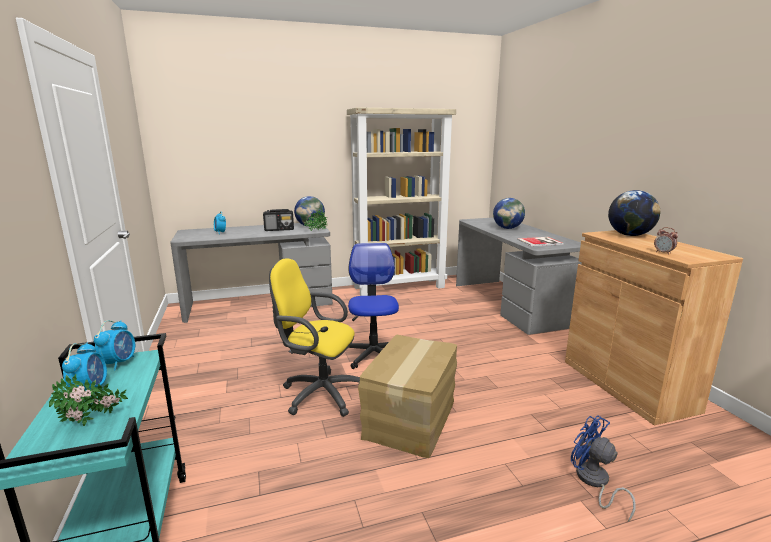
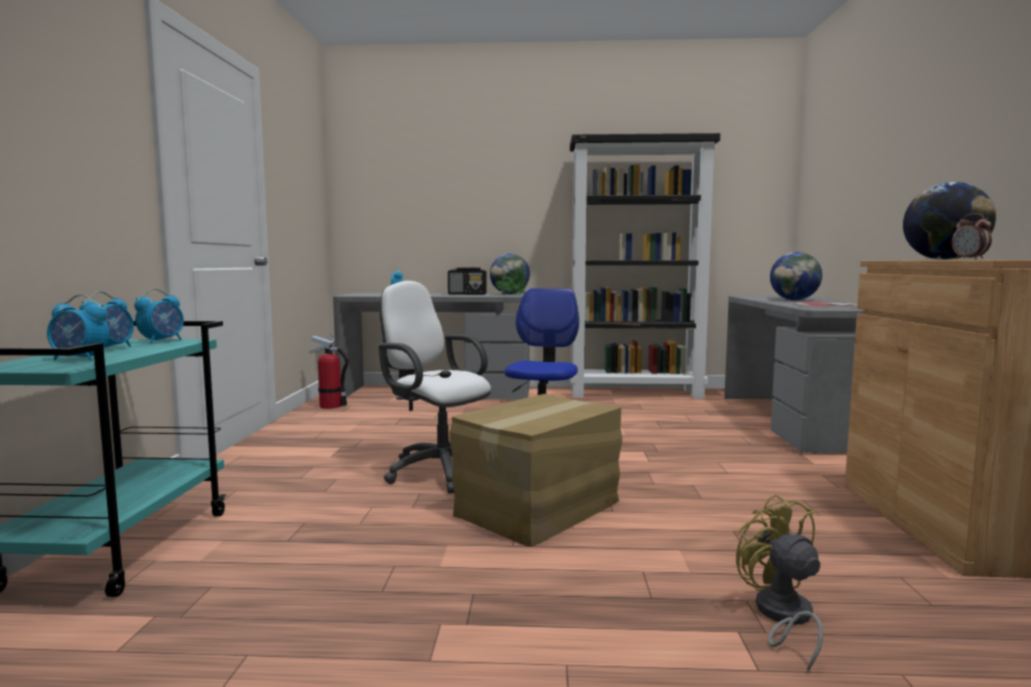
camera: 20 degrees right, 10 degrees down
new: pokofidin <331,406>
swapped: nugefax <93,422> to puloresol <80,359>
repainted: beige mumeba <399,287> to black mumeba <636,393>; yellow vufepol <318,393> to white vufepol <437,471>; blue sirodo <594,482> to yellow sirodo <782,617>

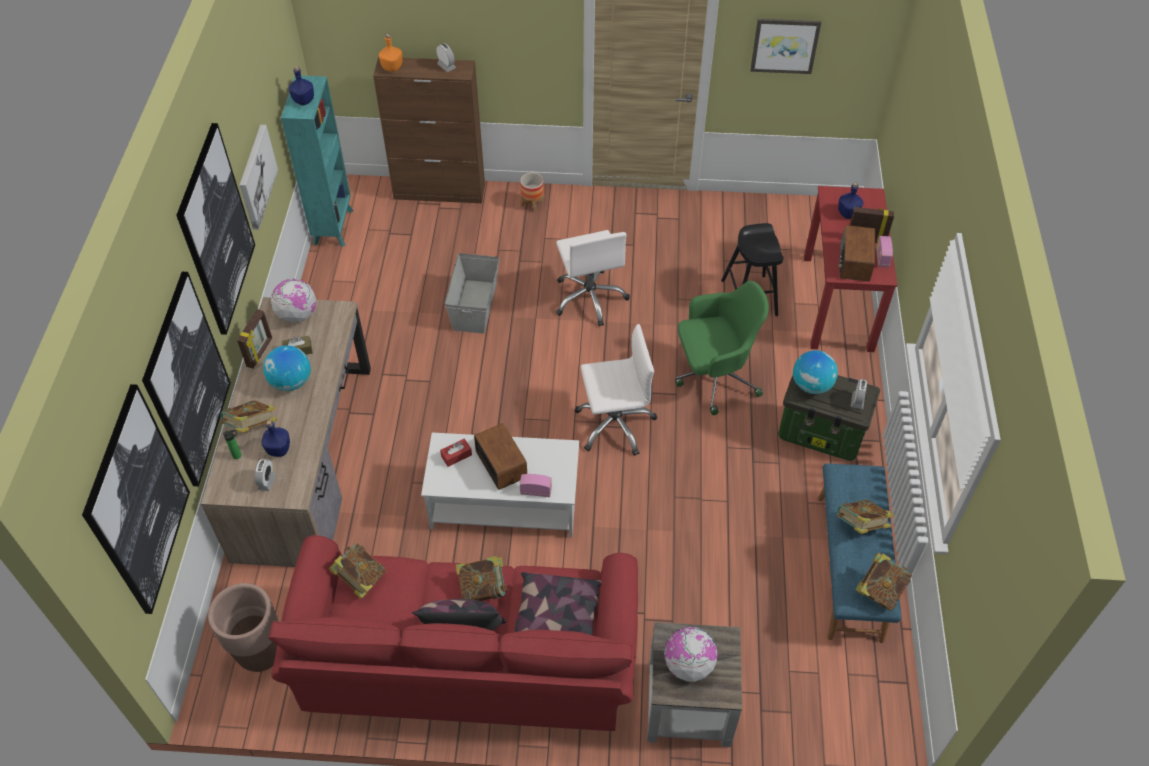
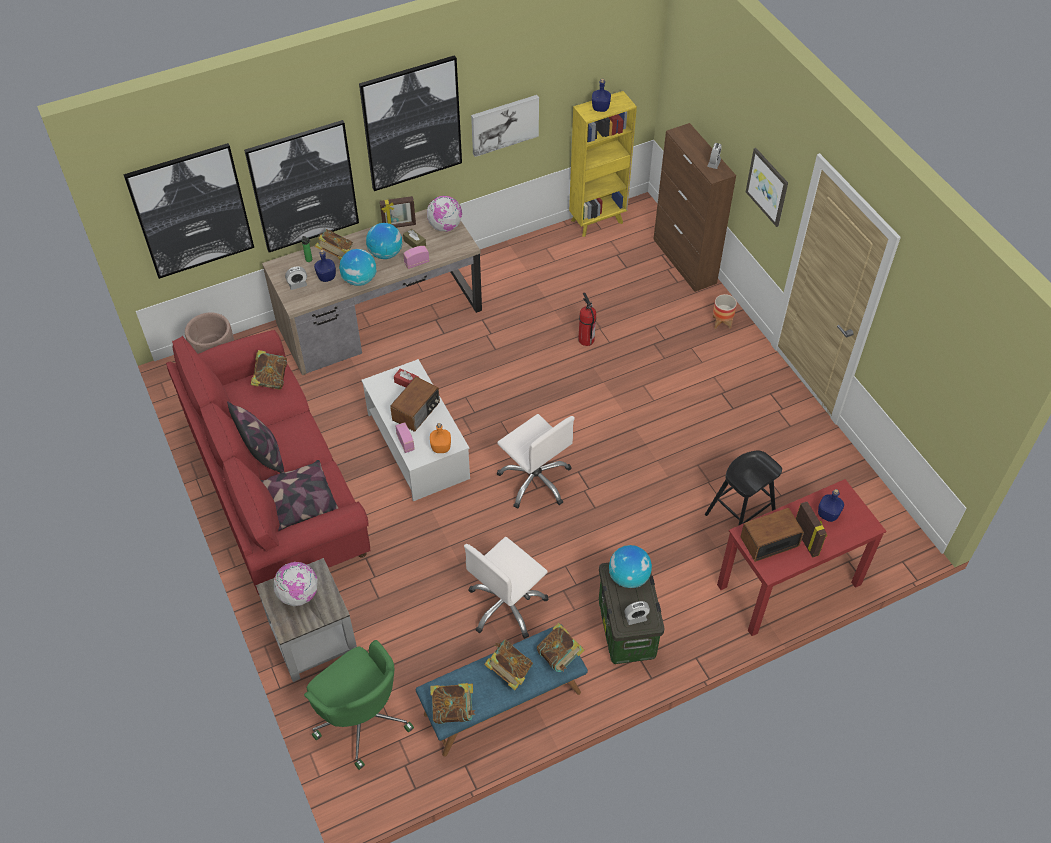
camera: 60 degrees right, 0 degrees up
new: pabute <359,280>
shifted: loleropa <784,45> to <767,186>; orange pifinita <392,68> to <440,448>; white vufepol <590,298> to <506,606>; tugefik <882,258> to <416,263>; green vufepol <714,377> to <361,717>; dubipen <483,588> to <560,656>
swapped: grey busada <474,306> to pokofidin <585,339>
repainted: turquoise mumeba <334,226> to yellow mumeba <598,221>

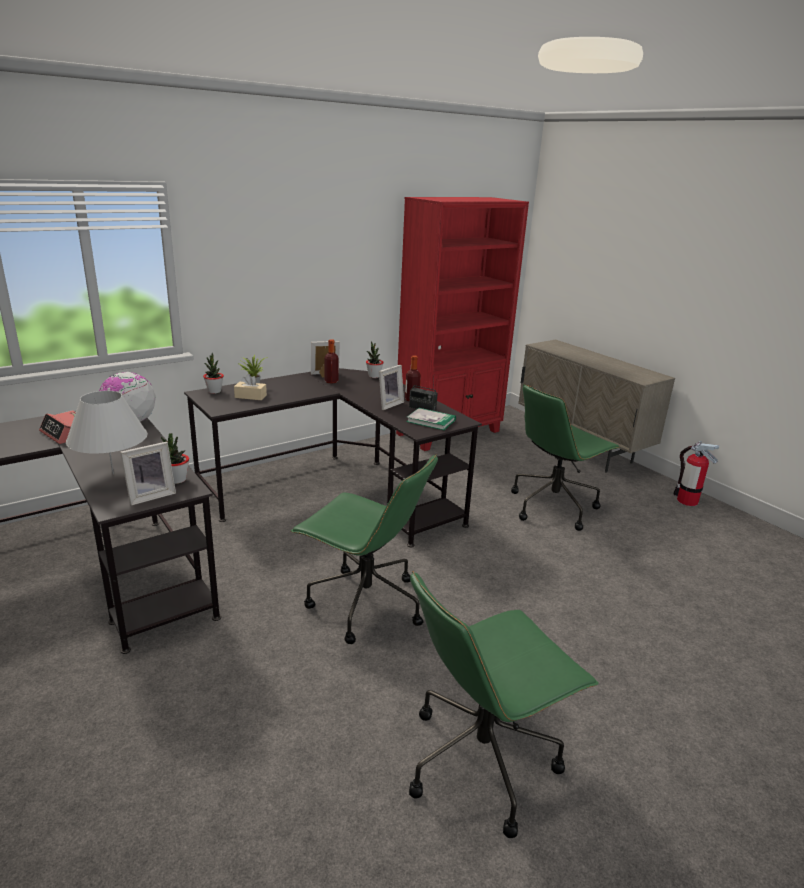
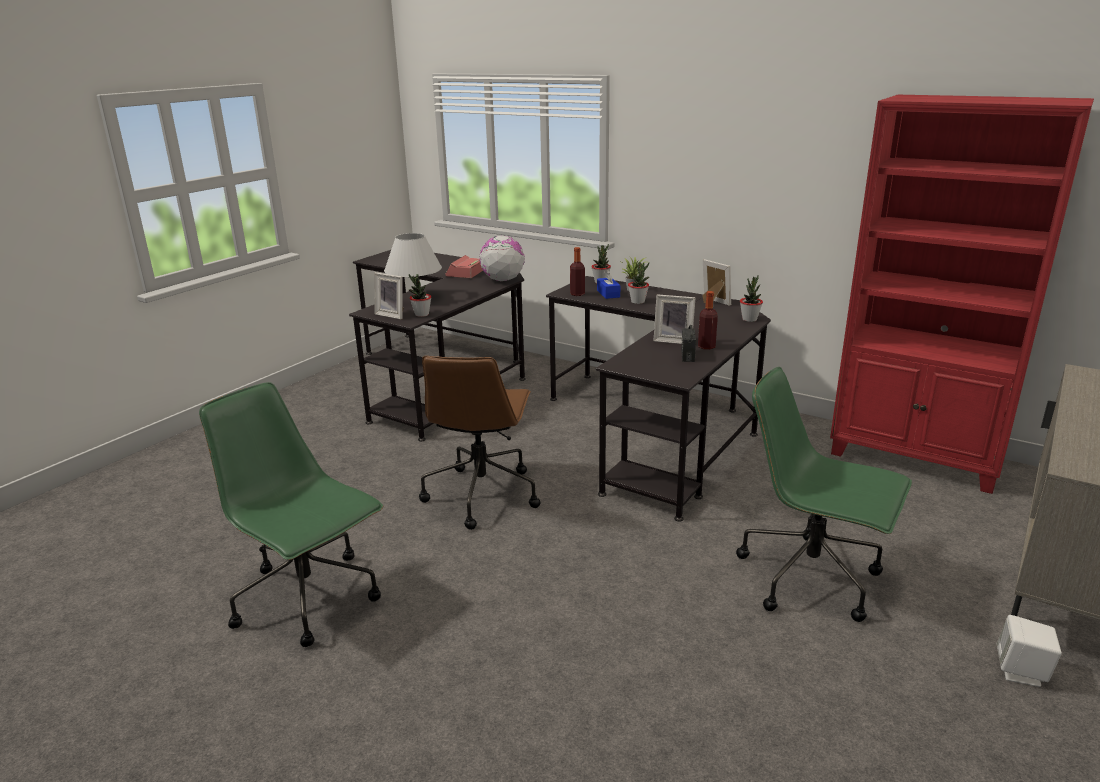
camera: 70 degrees right, 0 degrees up
gone: dubipen <431,421>; pokofidin <687,500>
new: nugefax <638,302>; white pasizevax <1021,672>
shifted: pifinita <331,381> to <577,294>
repainted: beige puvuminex <250,396> to blue puvuminex <608,294>; green vufepol <364,604> to brown vufepol <482,494>

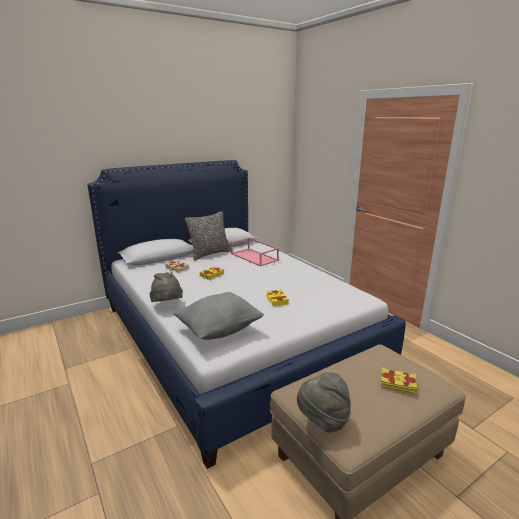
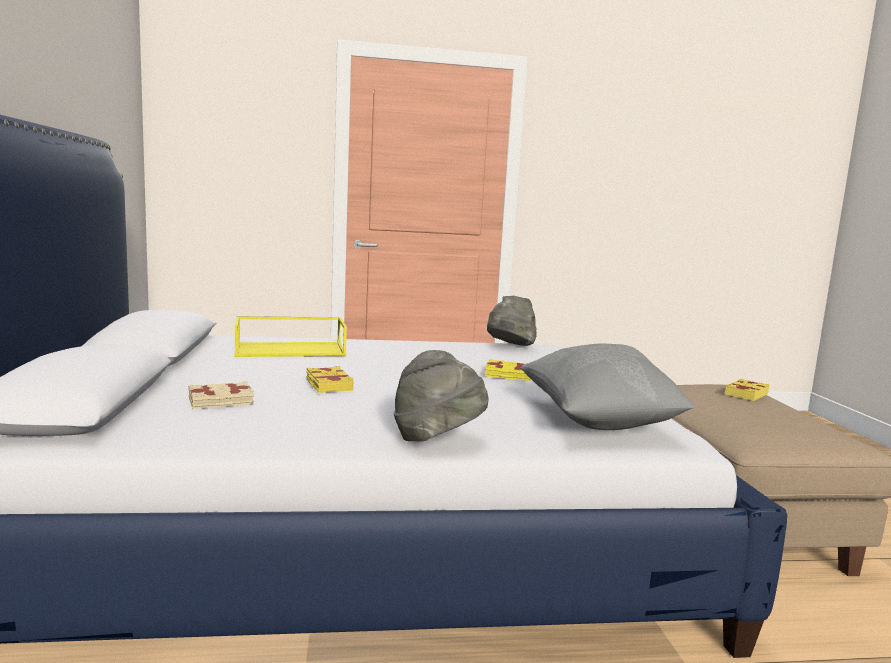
camera: 65 degrees left, 10 degrees down
gone: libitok <210,254>
shifted: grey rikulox <323,420> to <509,347>
repainted: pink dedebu <255,257> to yellow dedebu <291,350>

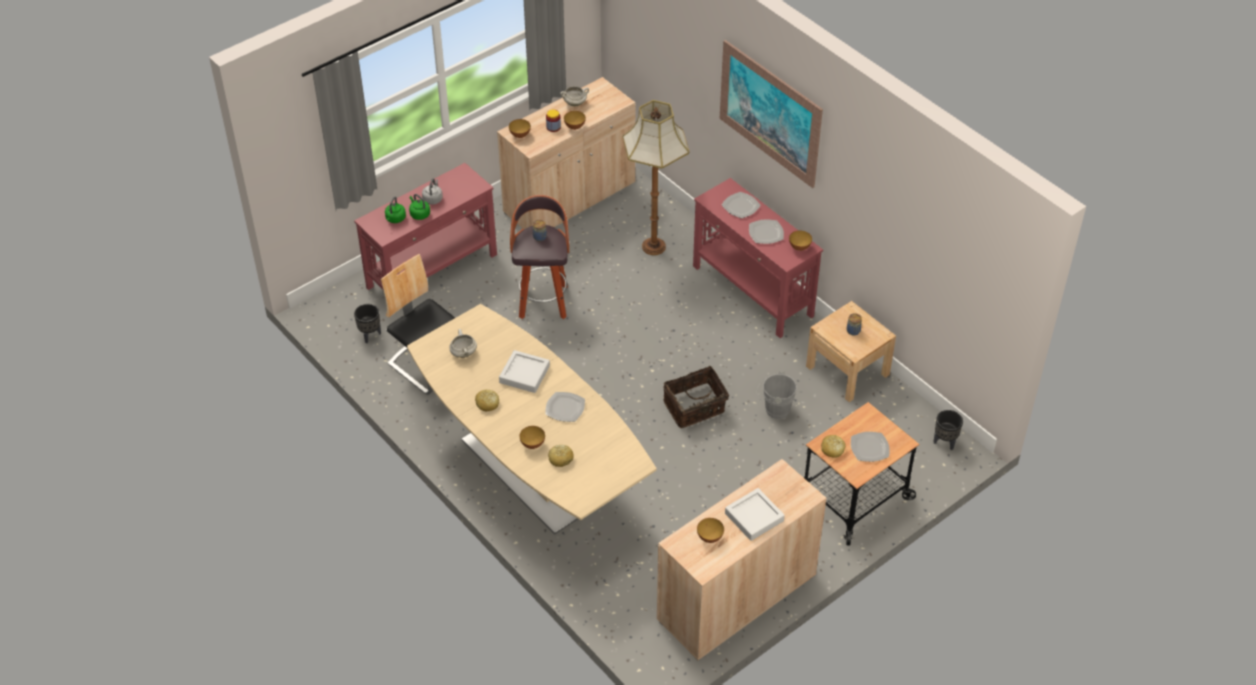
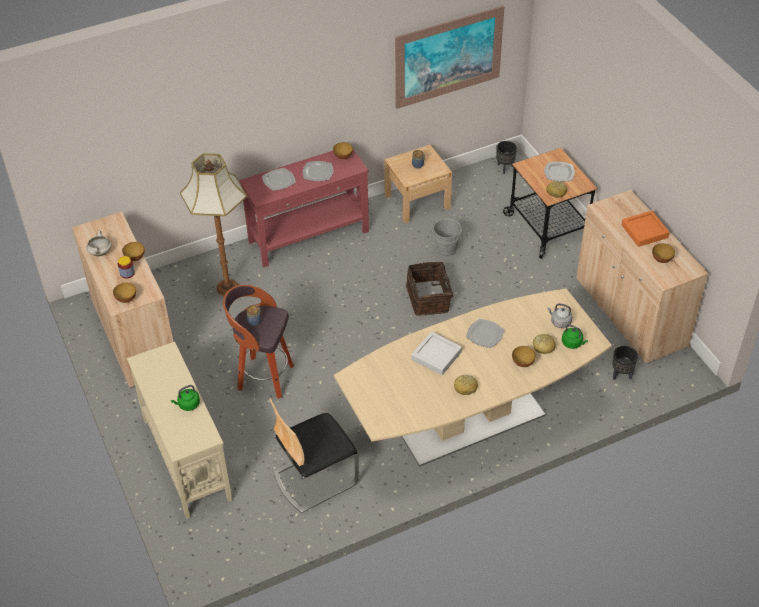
camera: 75 degrees left, 0 degrees up
gone: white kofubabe <463,353>
shifted: loleropa <769,113> to <448,57>; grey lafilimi <433,199> to <559,322>; green lafilimi <395,219> to <573,343>; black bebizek <370,335> to <621,375>
repainted: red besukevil <433,271> to beige besukevil <186,457>; grey dedebu <754,517> to orange dedebu <644,231>

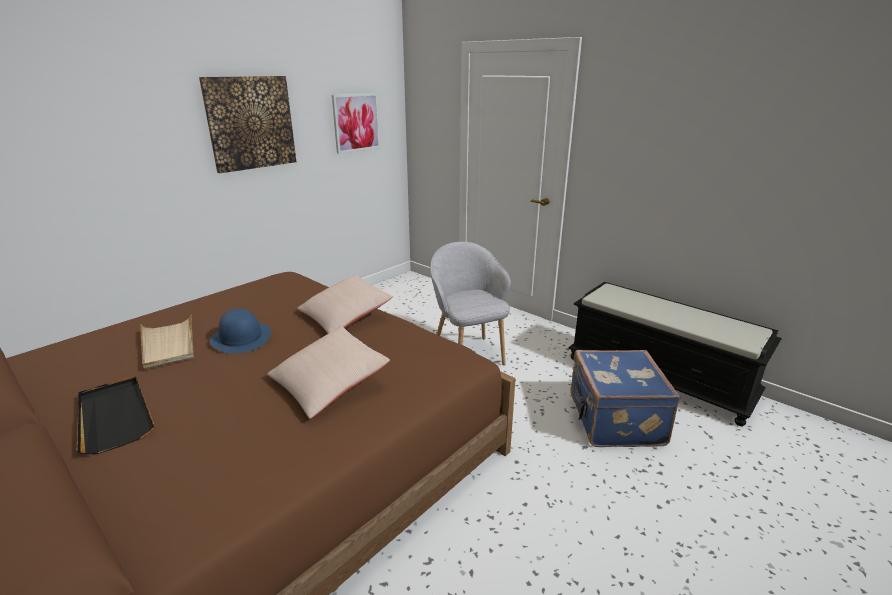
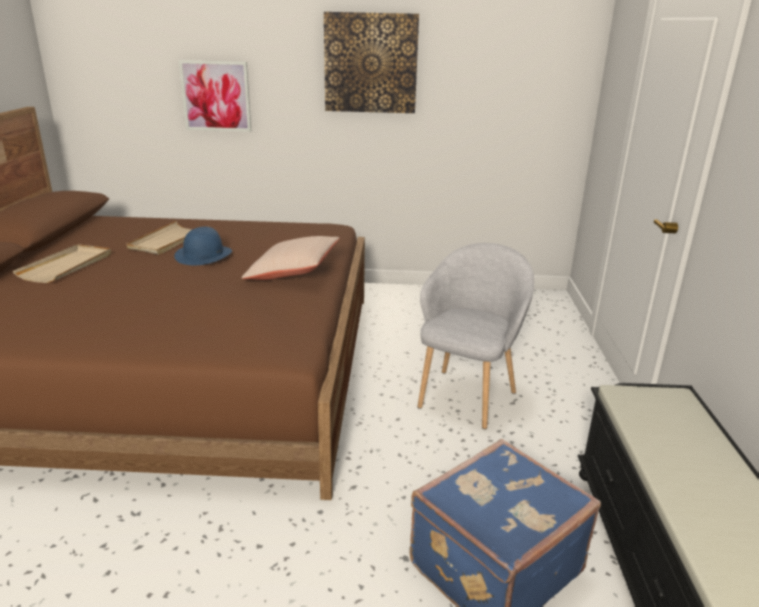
camera: 50 degrees right, 0 degrees up
gone: beige libitok <329,383>
shifted: loleropa <356,122> to <216,96>
repainted: black dedebu <114,416> to beige dedebu <67,266>

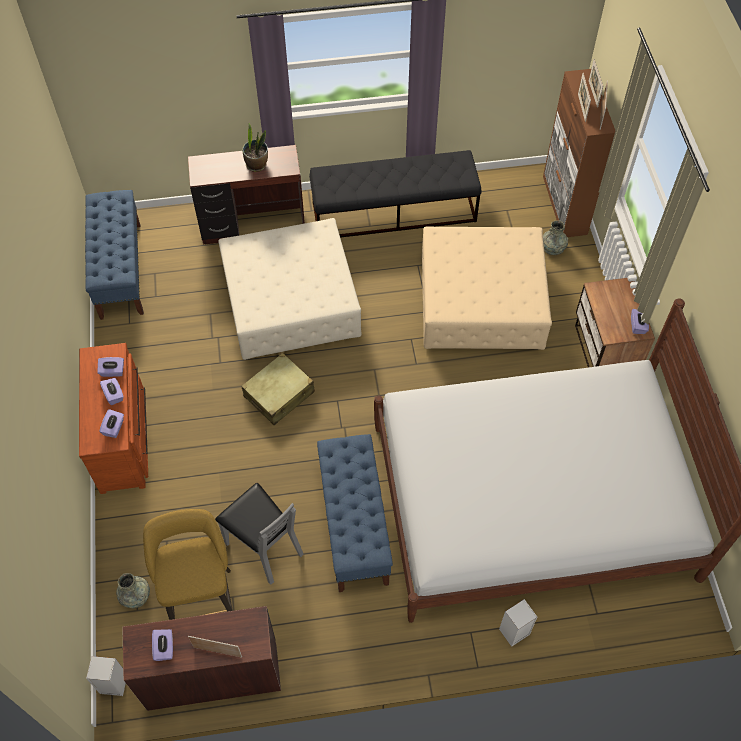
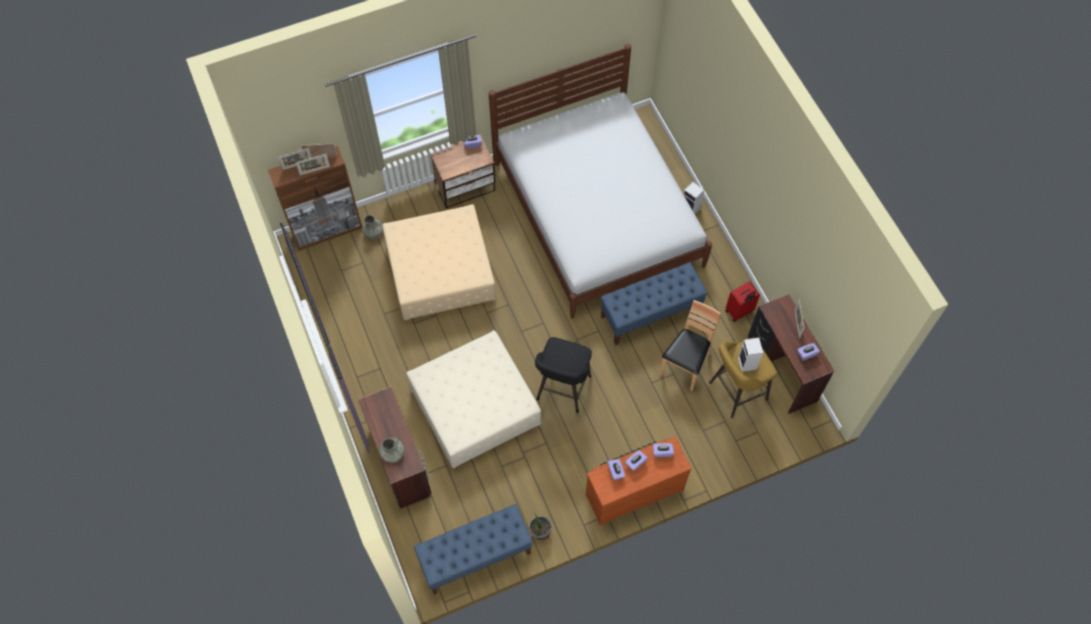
camera: 105 degrees left, 5 degrees up
gone: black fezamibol <394,212>
new: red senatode <739,312>
shifted: nugefax <256,165> to <540,532>; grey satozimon <135,596> to <392,453>; pasizevax <112,684> to <747,364>
swapped: beige senatode <279,394> to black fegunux <562,391>
repainted: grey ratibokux <264,547> to brown ratibokux <685,365>

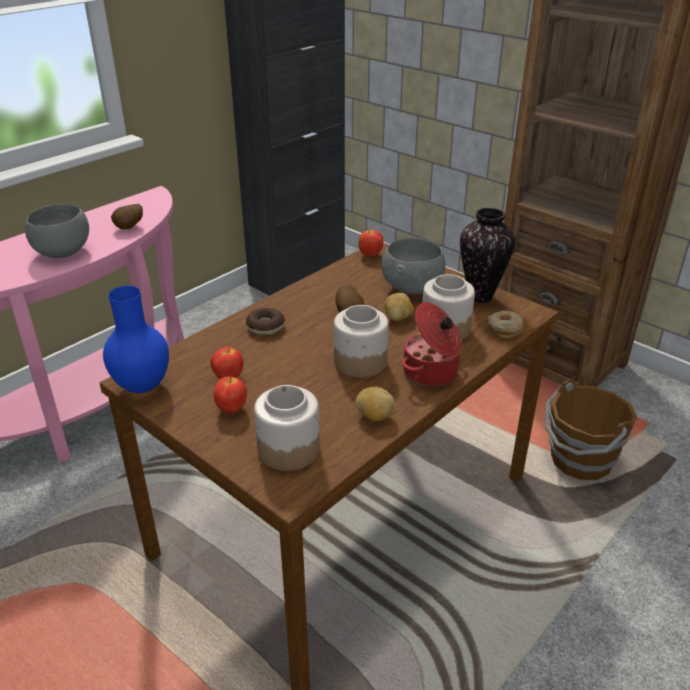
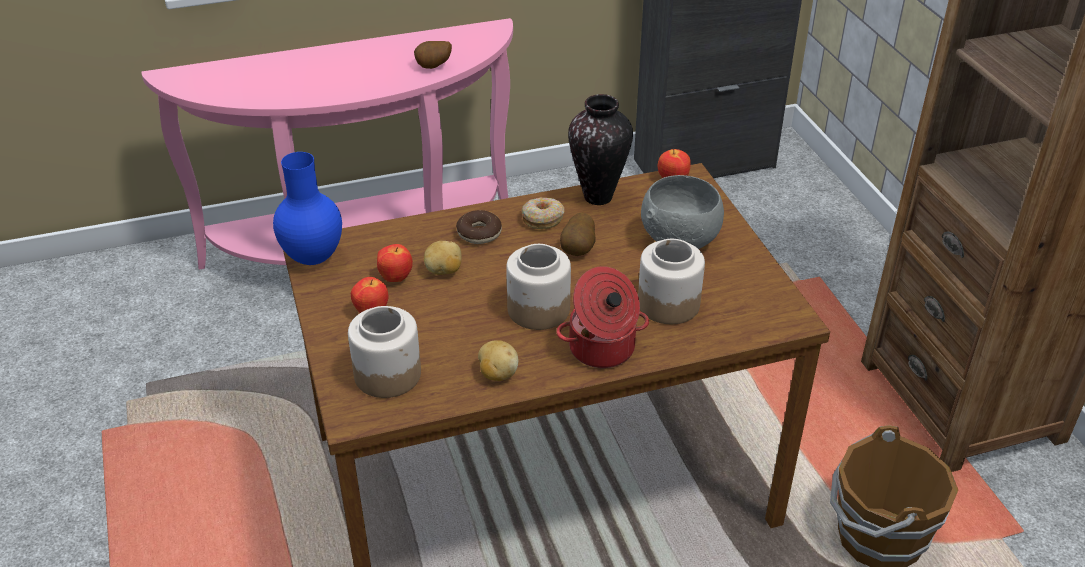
camera: 30 degrees right, 5 degrees up
gone: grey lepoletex <62,253>
shifted: satozimon <481,297> to <598,198>; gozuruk <398,318> to <444,271>; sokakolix <504,329> to <542,218>

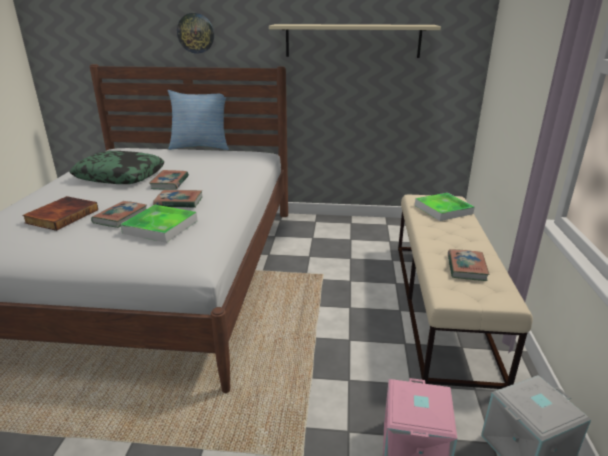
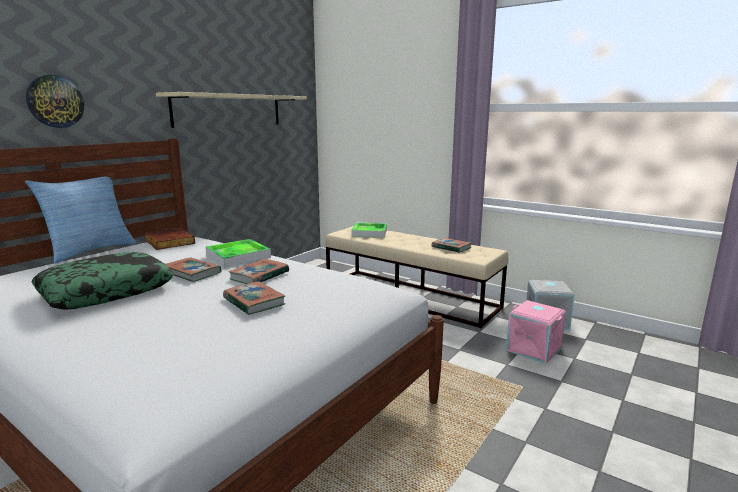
camera: 60 degrees left, 10 degrees down
shifted: dubipen <62,216> to <168,241>; dedebu <160,227> to <238,256>

